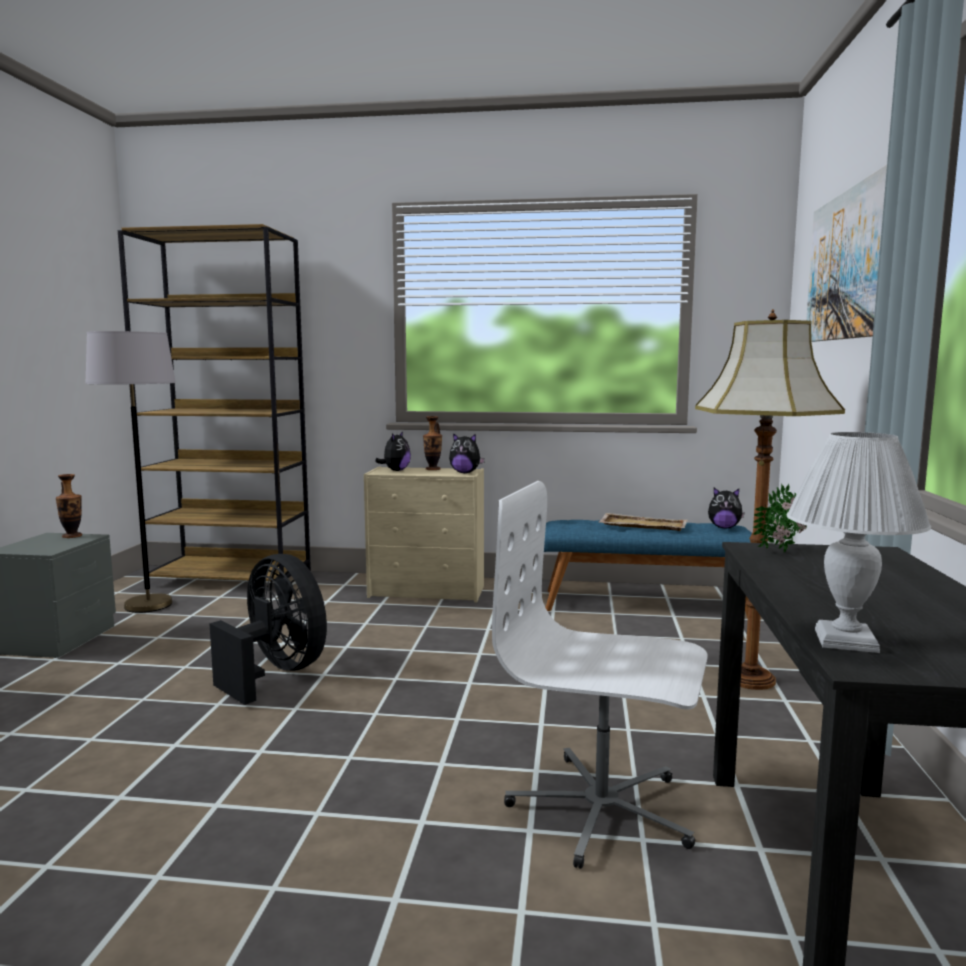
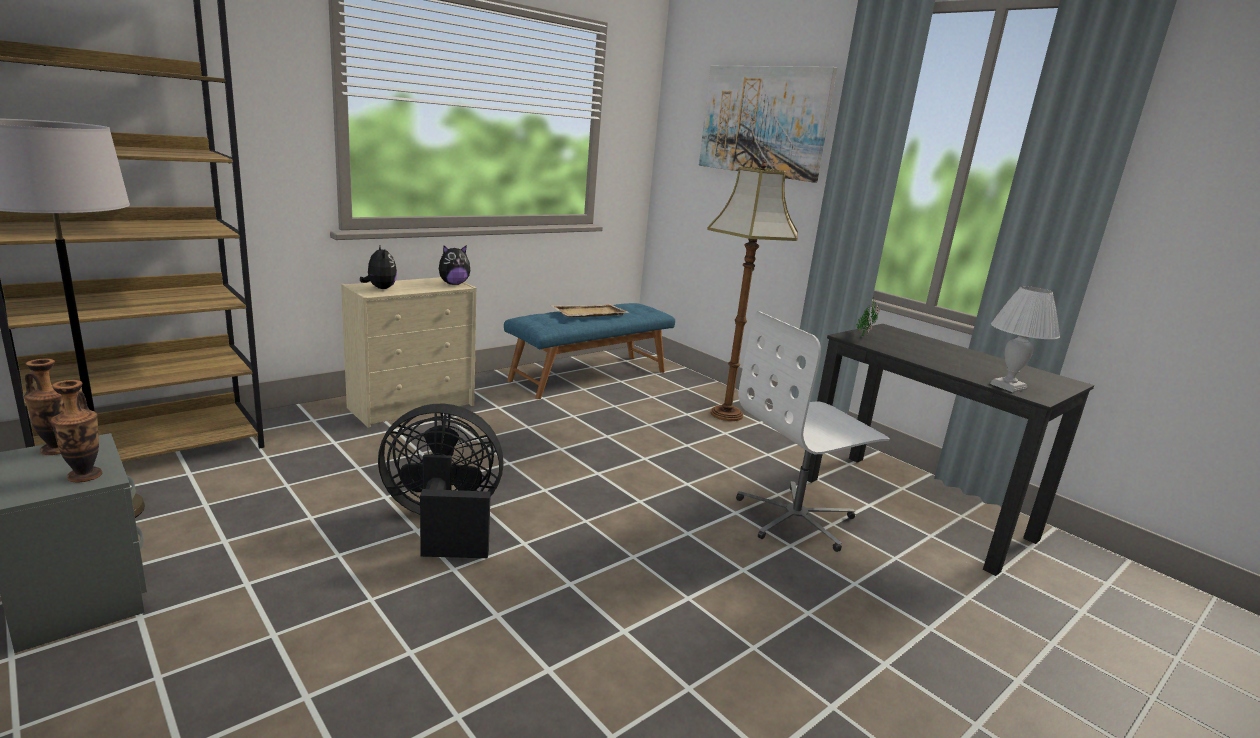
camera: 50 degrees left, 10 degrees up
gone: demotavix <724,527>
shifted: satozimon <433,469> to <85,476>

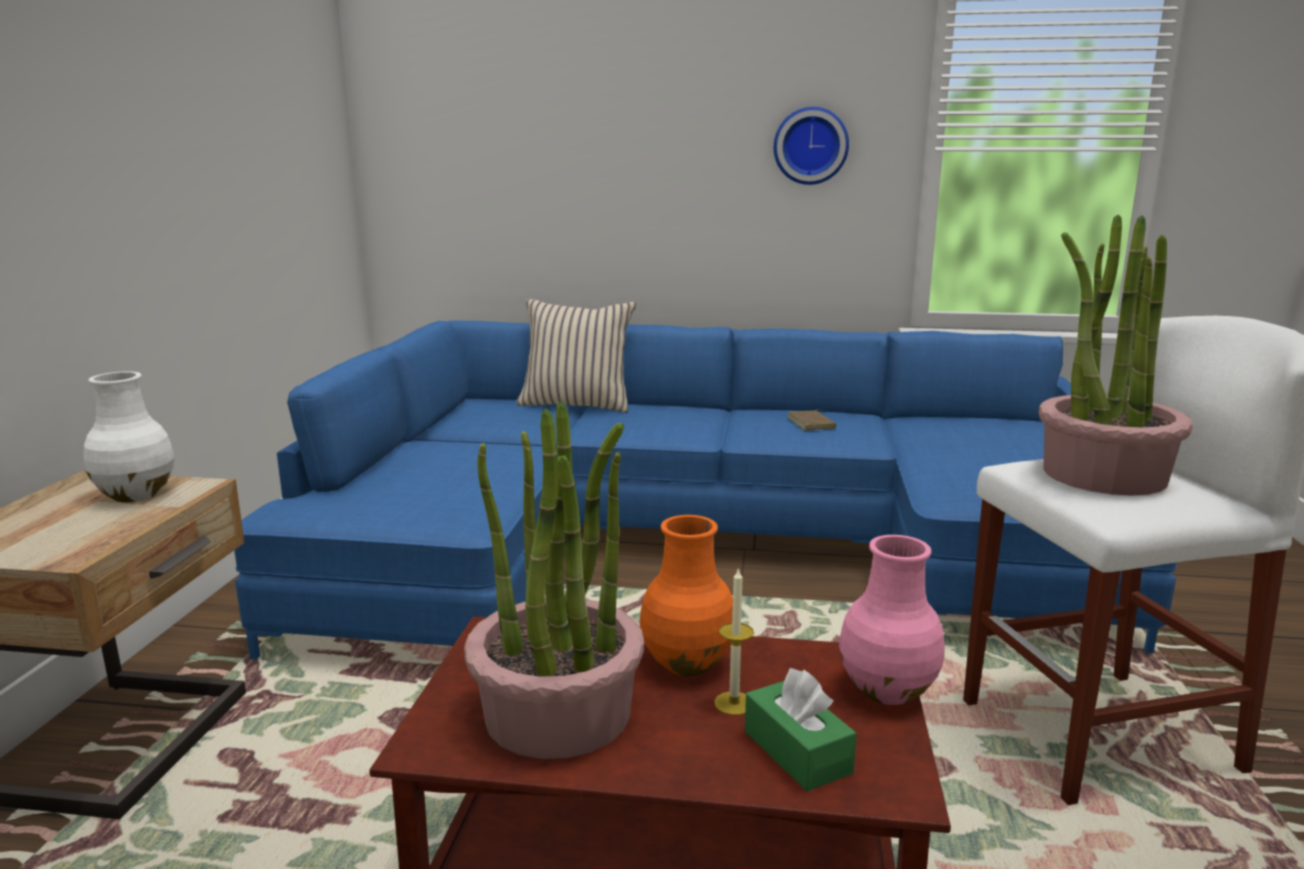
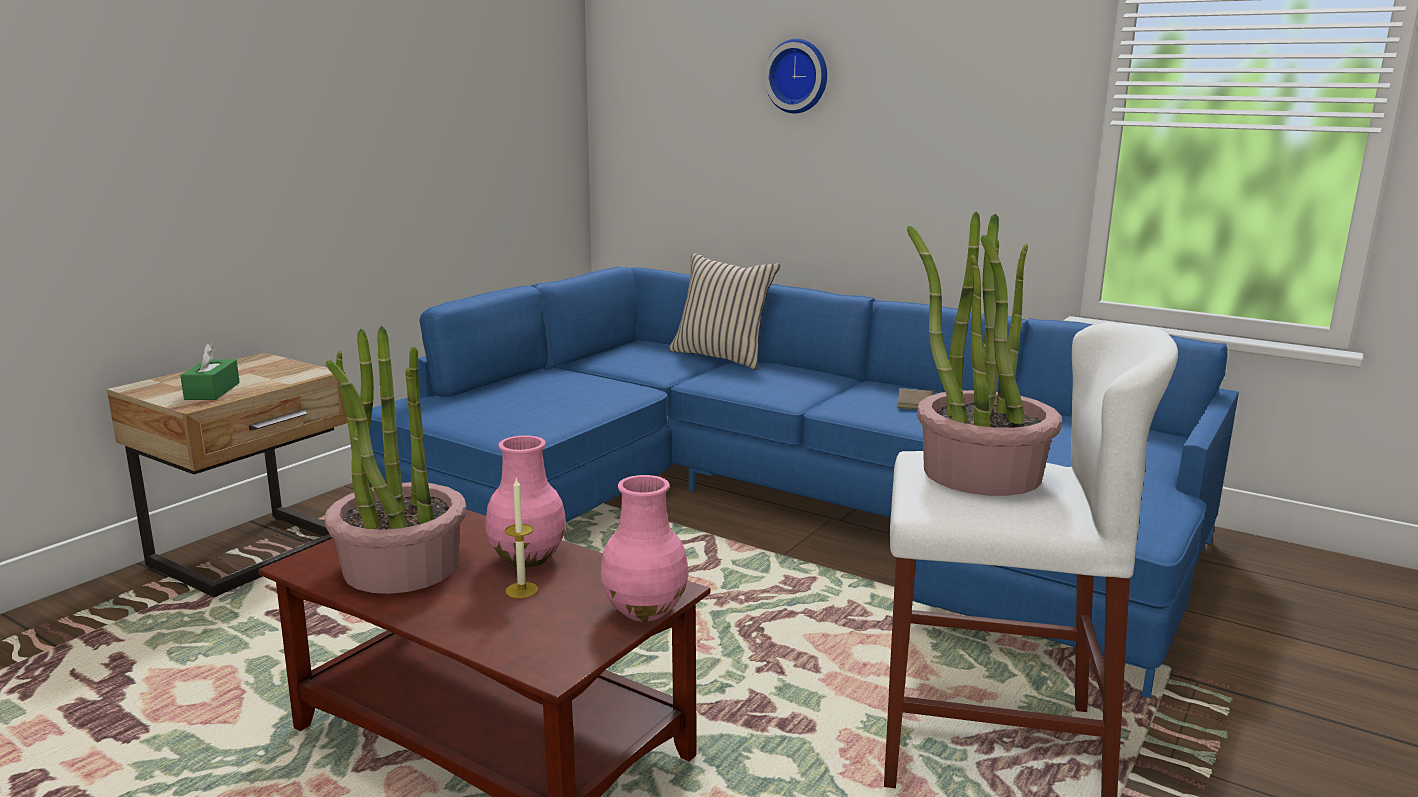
camera: 25 degrees right, 0 degrees up
gone: white satozimon <136,495>
shifted: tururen <810,146> to <798,76>; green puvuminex <797,752> to <212,391>
repainted: orange satozimon <686,663> to pink satozimon <526,558>

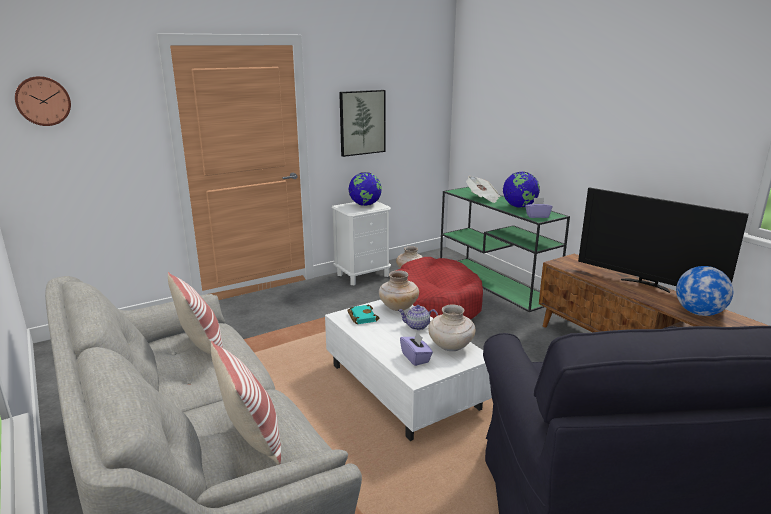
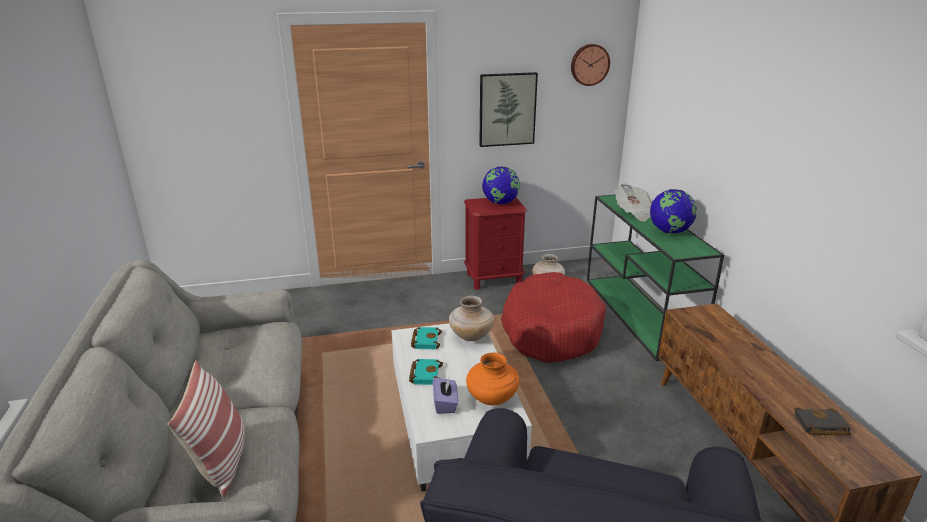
camera: 20 degrees right, 5 degrees up
gone: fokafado <646,284>; purple puvuminex <537,216>; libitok <201,346>; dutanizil <417,326>
new: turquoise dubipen <425,374>
shifted: tururen <43,101> to <589,64>
swapped: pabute <699,313> to black dubipen <820,426>
repainted: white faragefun <363,275> to red faragefun <494,279>; beige satozimon <450,347> to orange satozimon <492,398>

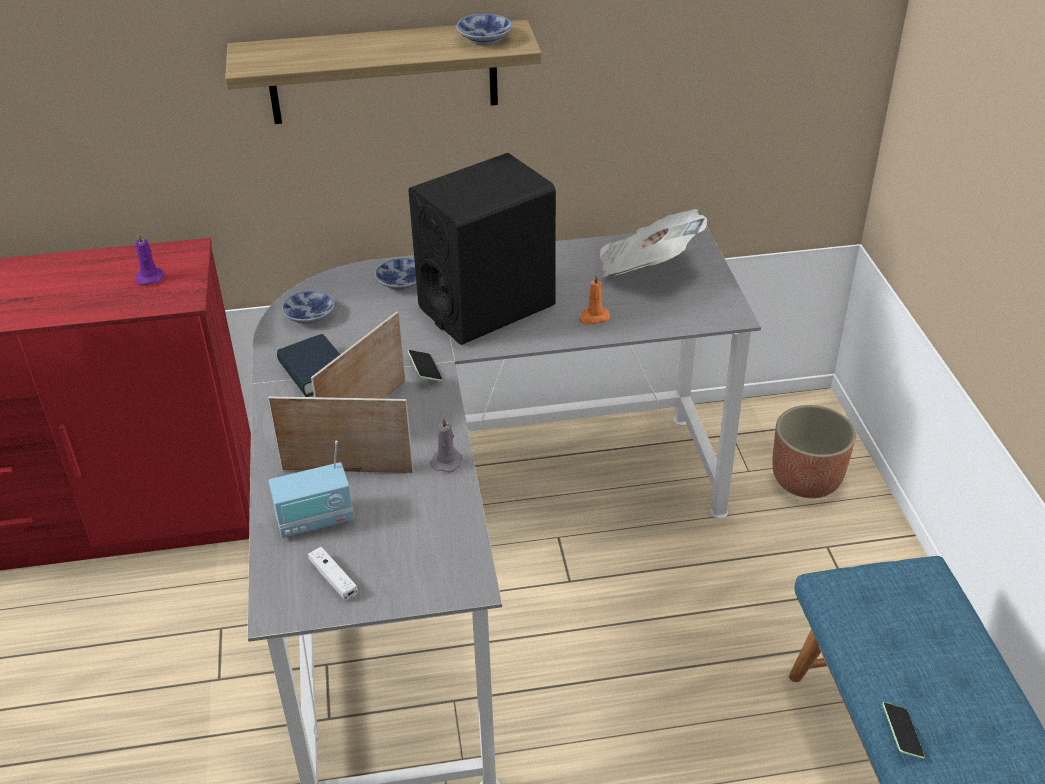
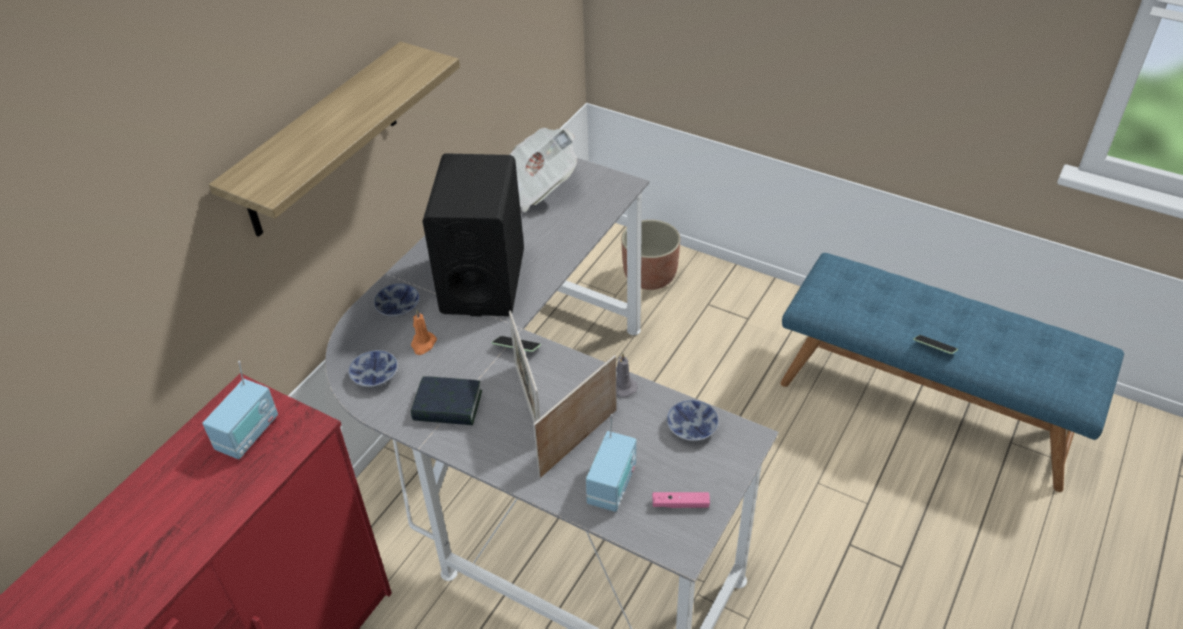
camera: 50 degrees left, 5 degrees up
shifted: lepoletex <483,38> to <690,428>; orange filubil <593,317> to <423,344>
swapped: purple filubil <150,277> to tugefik <248,434>
repainted: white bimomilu <333,579> to pink bimomilu <680,504>

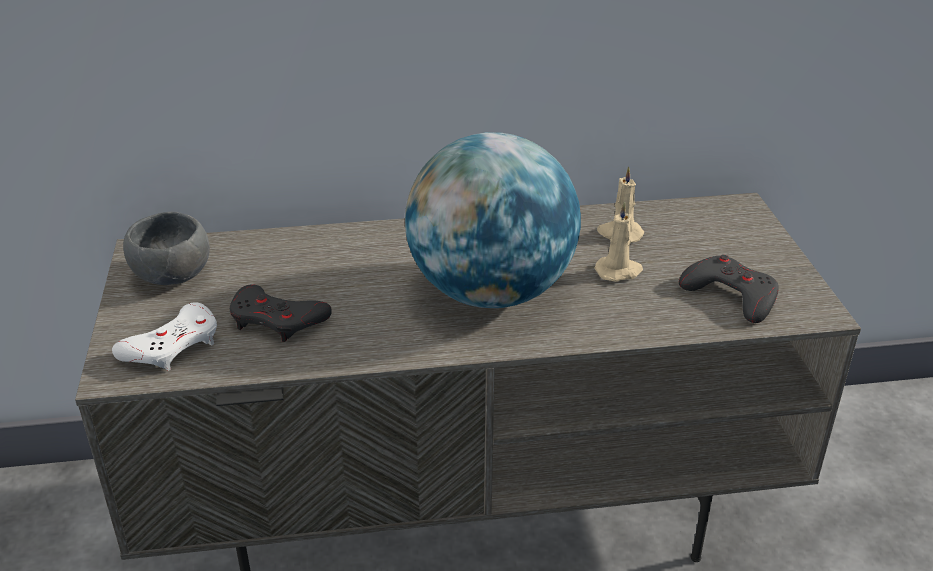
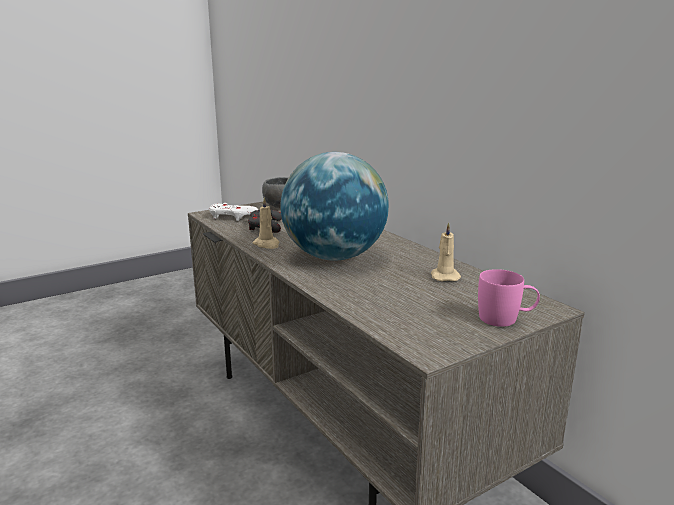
camera: 65 degrees right, 15 degrees down
gone: grey bimomilu <730,295>
new: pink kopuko <506,319>
shifted: beige filubil <619,271> to <267,244>

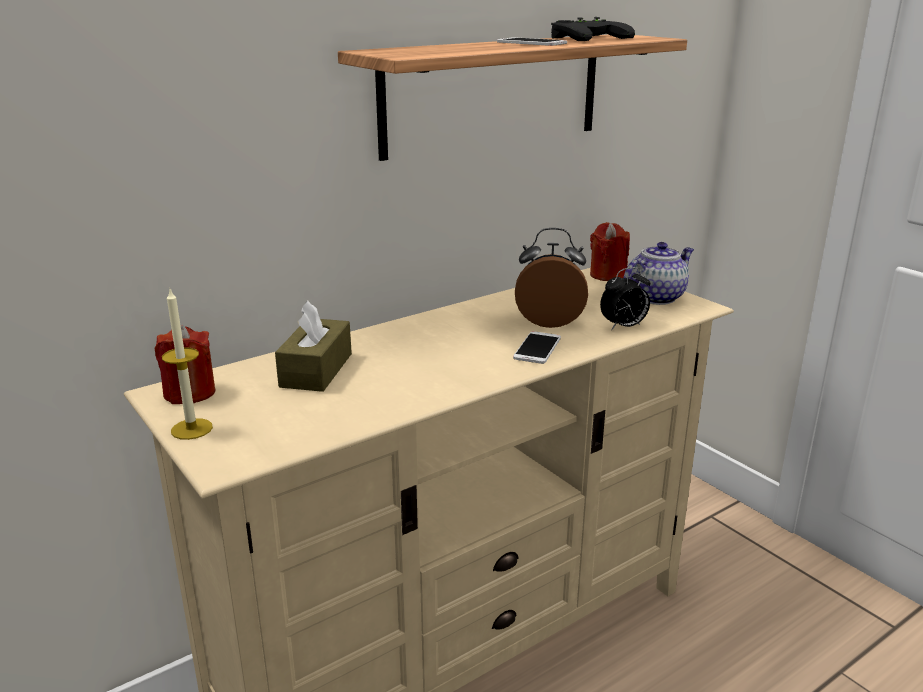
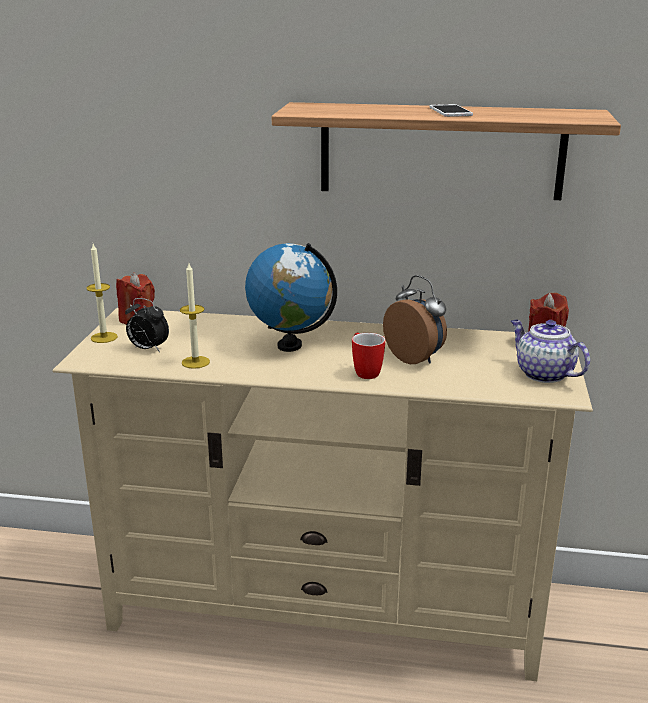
camera: 45 degrees right, 0 degrees up
gone: black bimomilu <586,38>; brown puvuminex <316,370>
new: pabute <290,345>; filubil <195,362>
shifted: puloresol <623,327> to <148,349>
swapped: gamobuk <537,348> to kopuko <364,371>
rotated: dutanizil <656,297> = <543,374> 135 degrees counterclockwise

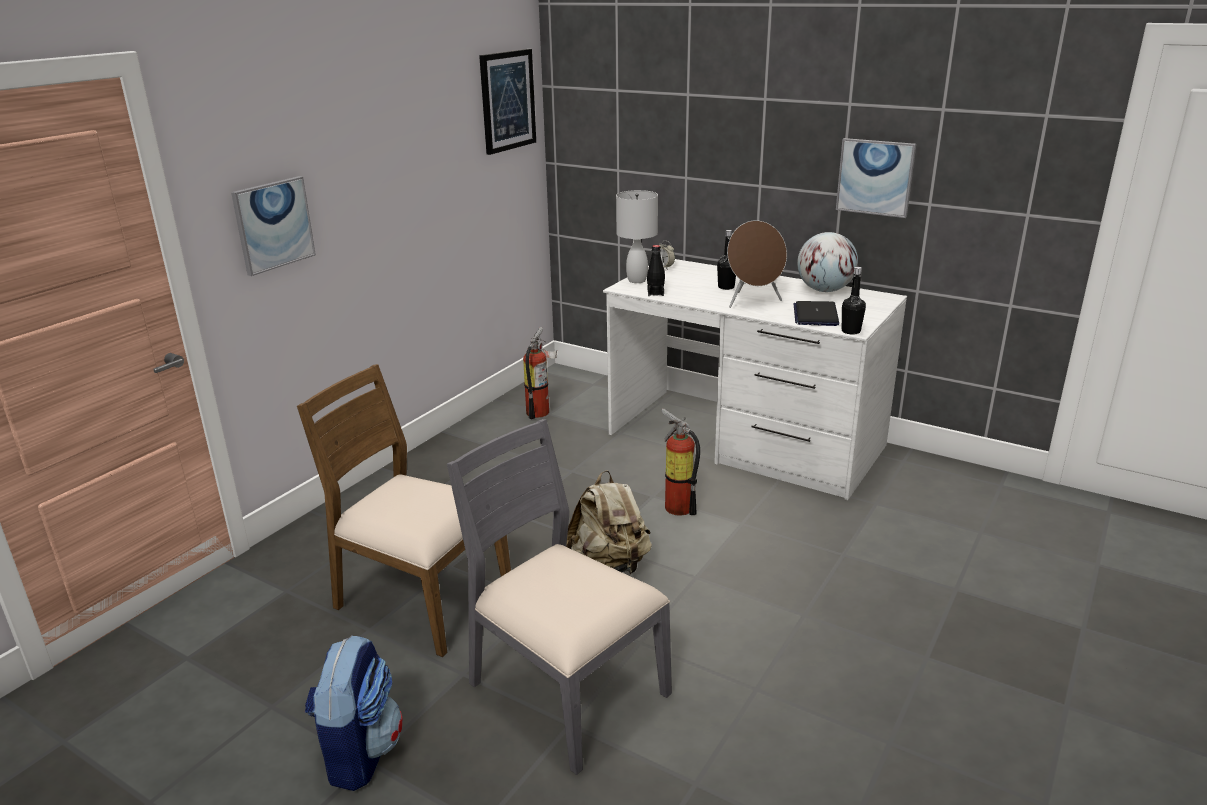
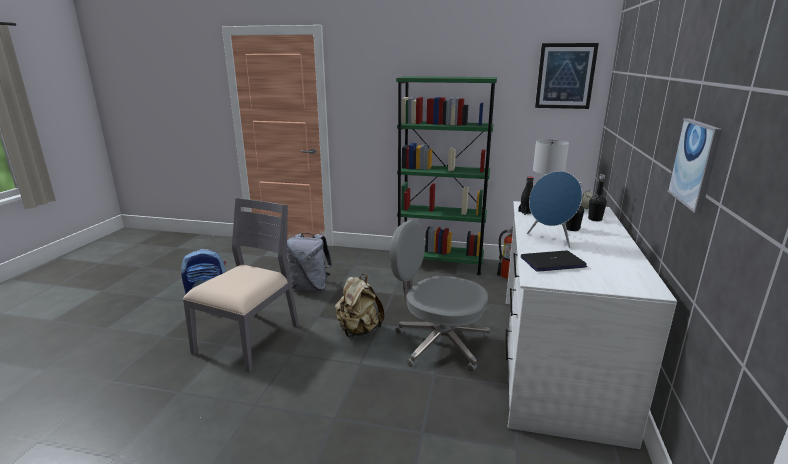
camera: 70 degrees right, 5 degrees down
gone: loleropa <273,225>; pabute <824,290>
new: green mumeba <440,263>
shifted: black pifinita <851,331> to <595,219>
swapped: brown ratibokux <420,598> to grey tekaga <310,287>; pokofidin <678,505> to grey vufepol <439,343>
repainted: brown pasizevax <753,302> to blue pasizevax <551,239>

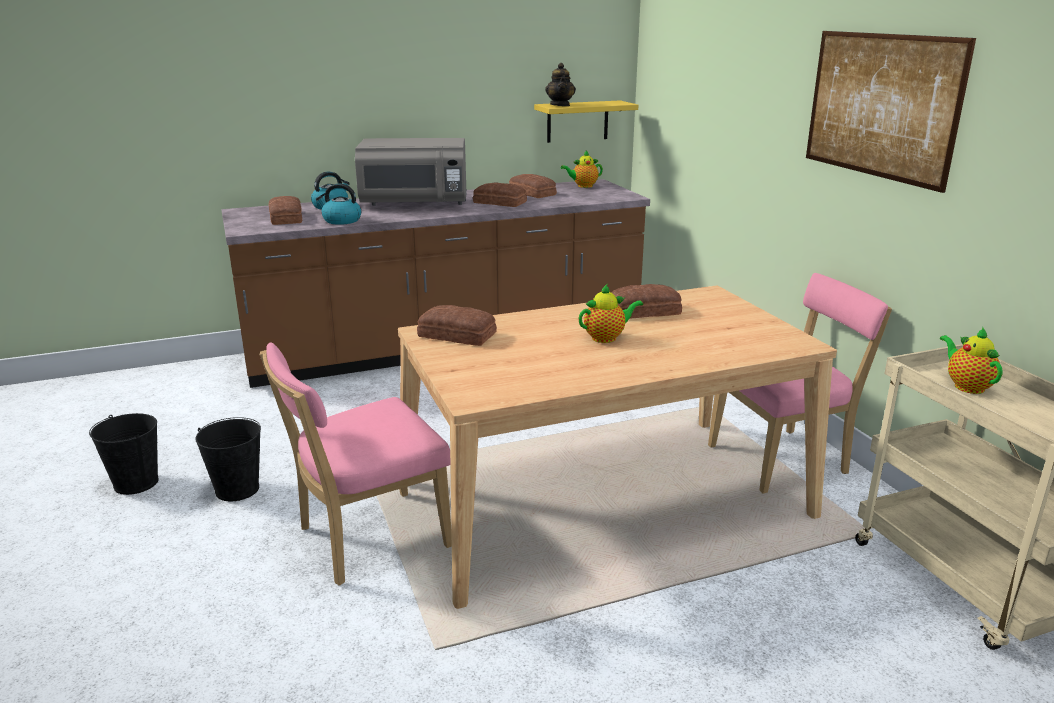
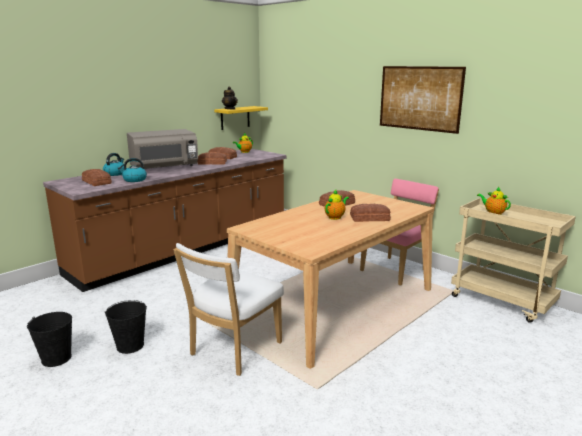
camera: 25 degrees left, 5 degrees down
shifted: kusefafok <457,335> to <370,218>
repainted: pink ratibokux <367,539> to white ratibokux <233,350>

